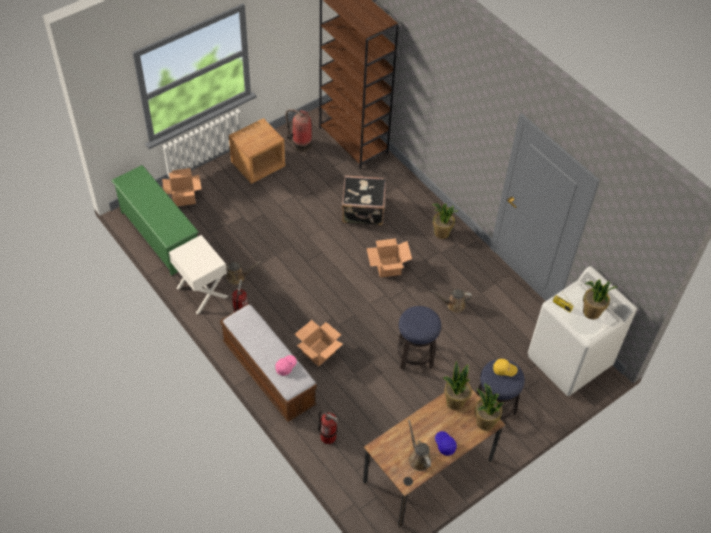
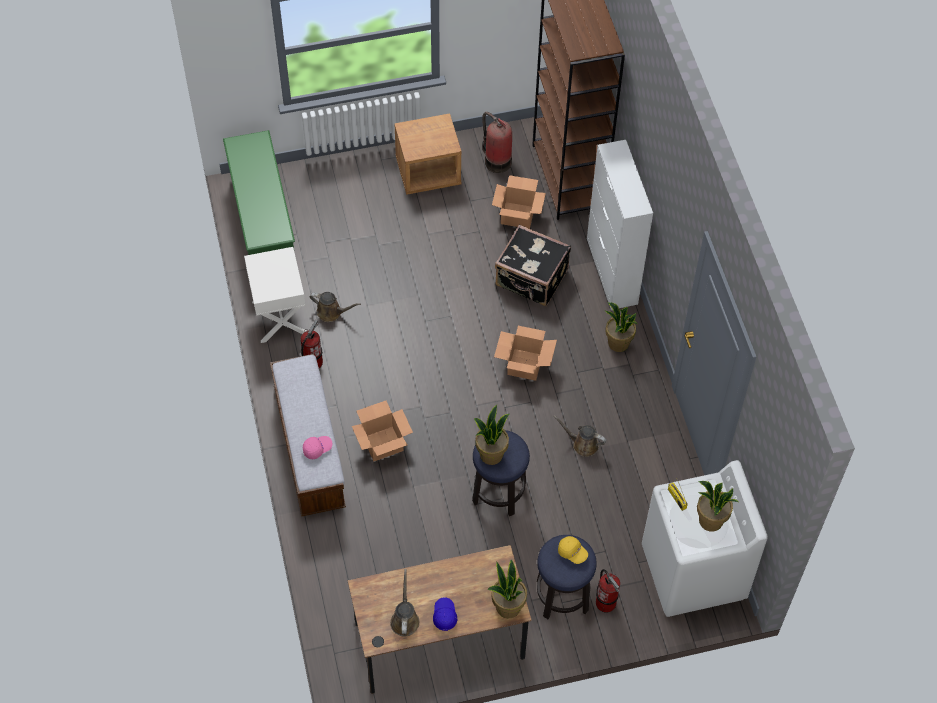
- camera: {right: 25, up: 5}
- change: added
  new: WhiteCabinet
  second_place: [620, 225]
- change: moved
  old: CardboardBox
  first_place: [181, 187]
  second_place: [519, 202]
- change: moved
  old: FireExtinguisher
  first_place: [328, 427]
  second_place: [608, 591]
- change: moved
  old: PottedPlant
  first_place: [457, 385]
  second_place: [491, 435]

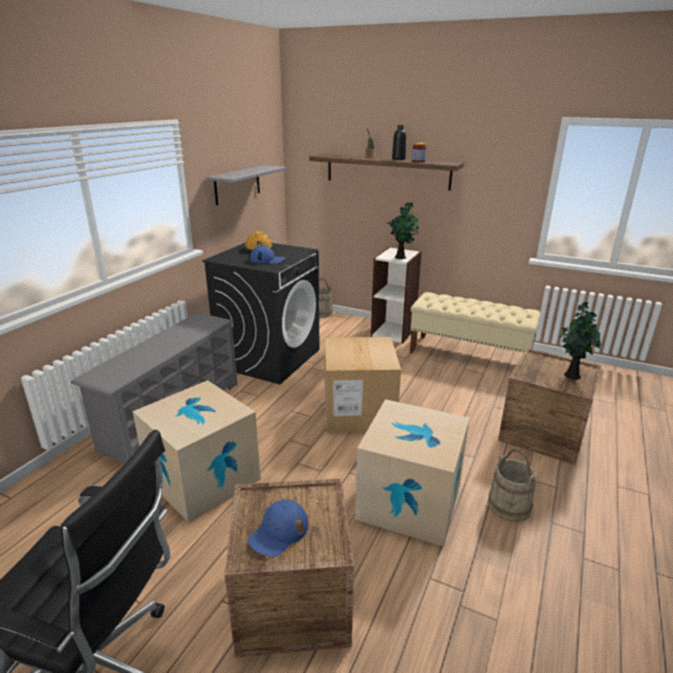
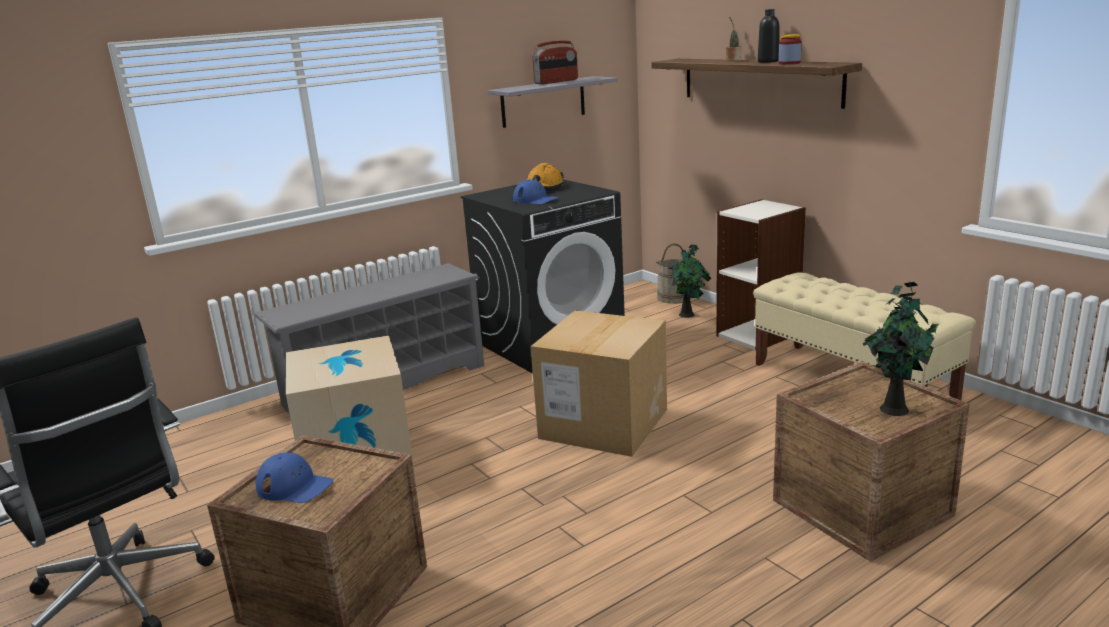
- camera: {right: 30, up: -5}
- change: removed
  old: CardboardBox
  first_place: [412, 472]
- change: removed
  old: BeigeBucket
  first_place: [512, 485]
- change: added
  new: Radio
  second_place: [555, 62]
- change: moved
  old: PottedPlant
  first_place: [403, 231]
  second_place: [689, 281]
- change: turned
  old: BlueCap
  first_place: [278, 528]
  second_place: [294, 478]
  degrees: -135

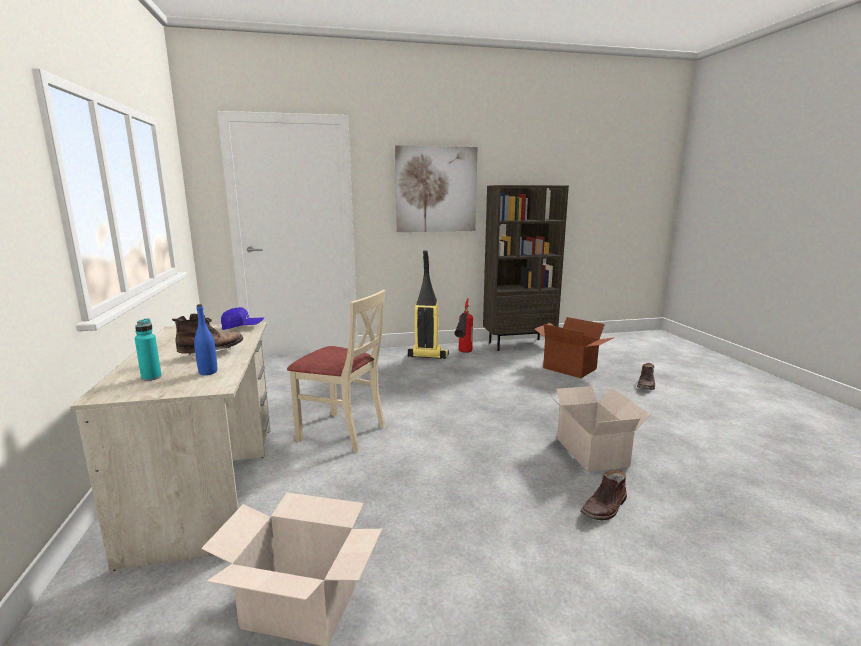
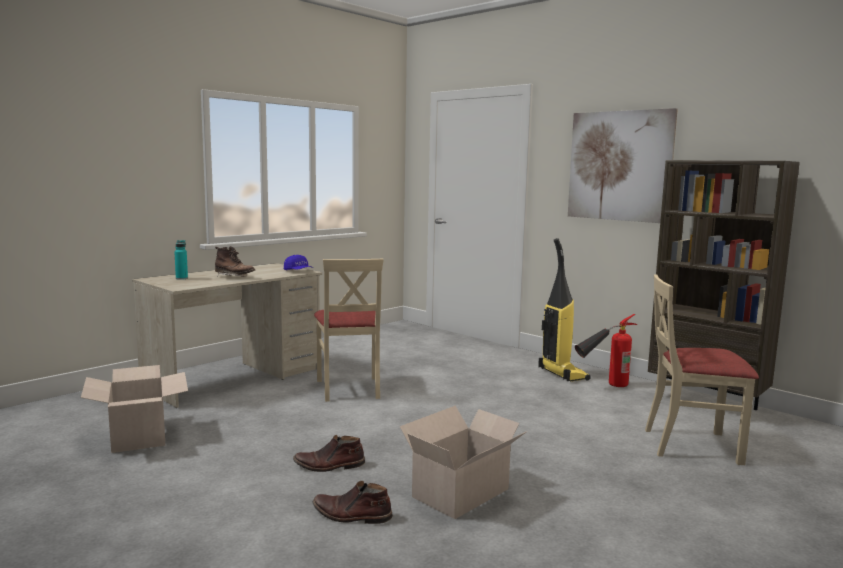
- camera: {right: 55, up: -5}
- change: removed
  old: BlueBottle
  first_place: [205, 339]
- change: moved
  old: BrownBoot
  first_place: [646, 376]
  second_place: [329, 453]
- change: replaced
  old: CardboardBox
  new: BeigeChair
  first_place: [573, 347]
  second_place: [702, 369]

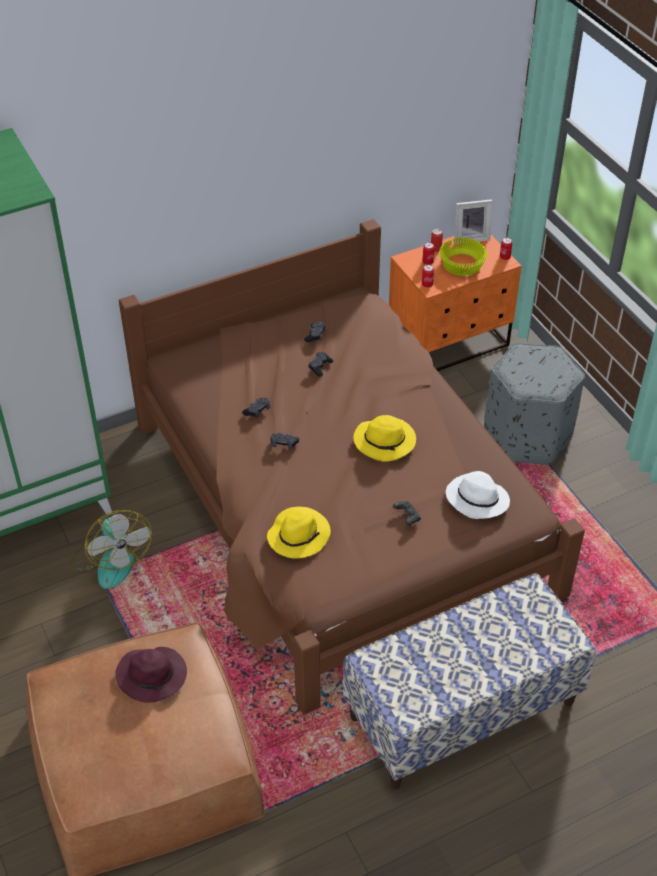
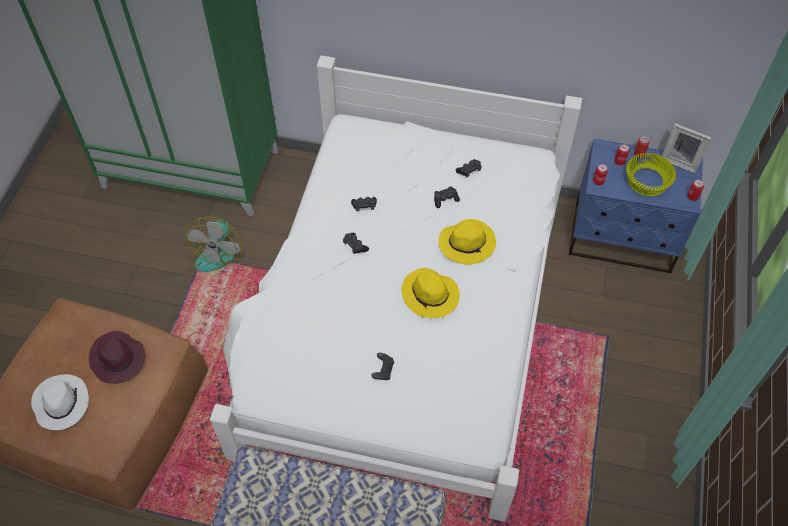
- camera: {right: 40, up: 10}
- change: removed
  old: GreyOttoman
  first_place: [534, 404]
- change: moved
  old: YellowHat
  first_place: [299, 533]
  second_place: [467, 242]
- change: moved
  old: WhiteHat
  first_place: [478, 495]
  second_place: [60, 402]
- change: recoloured
  old: BrownBed
  new: WhiteBed
  first_place: [352, 466]
  second_place: [396, 288]
- change: recoloured
  old: OrangeNightstand
  new: BlueNightstand
  first_place: [455, 302]
  second_place: [636, 206]

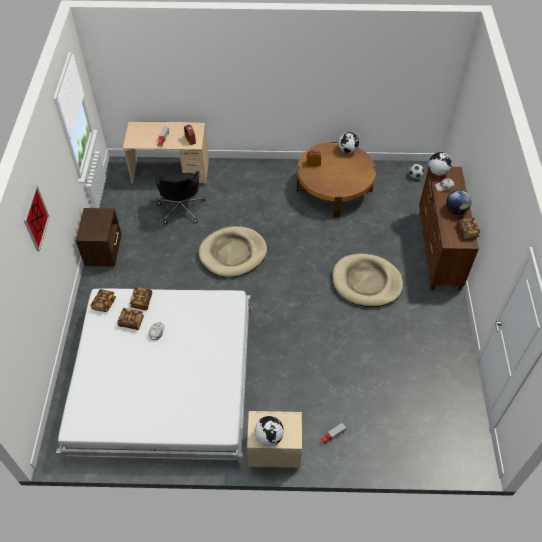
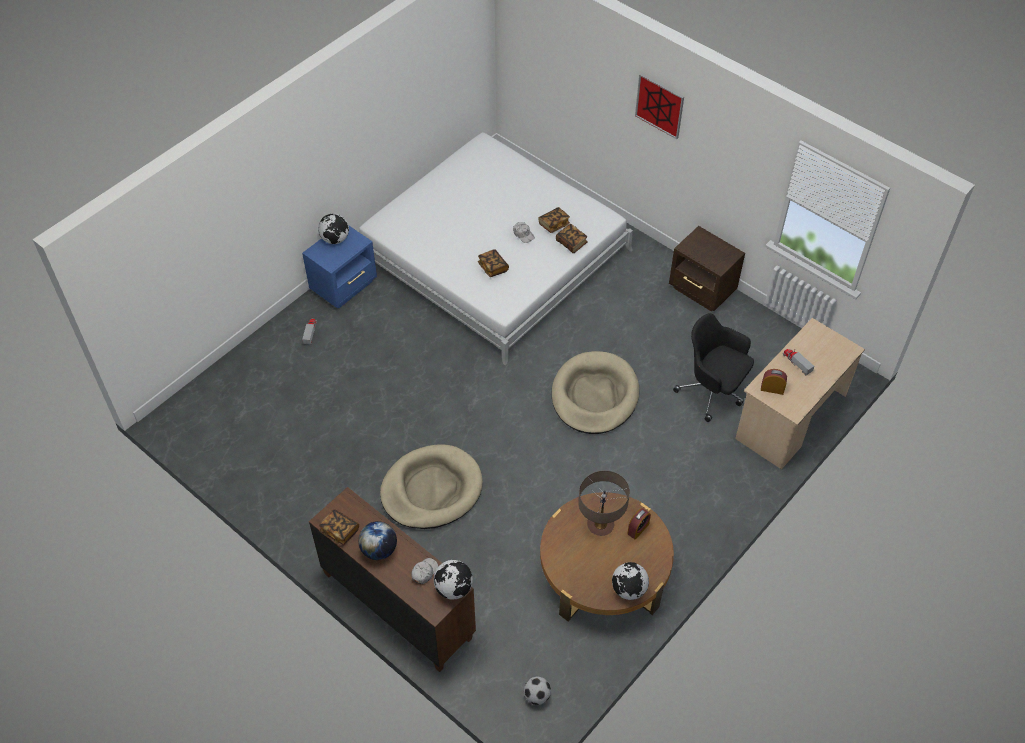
- camera: {right: 130, up: 0}
- change: added
  new: TableLamp
  second_place: [604, 503]
- change: moved
  old: Book
  first_place: [103, 300]
  second_place: [493, 263]
- change: recoloured
  old: BeigeNightstand
  new: BlueNightstand
  first_place: [274, 439]
  second_place: [339, 267]

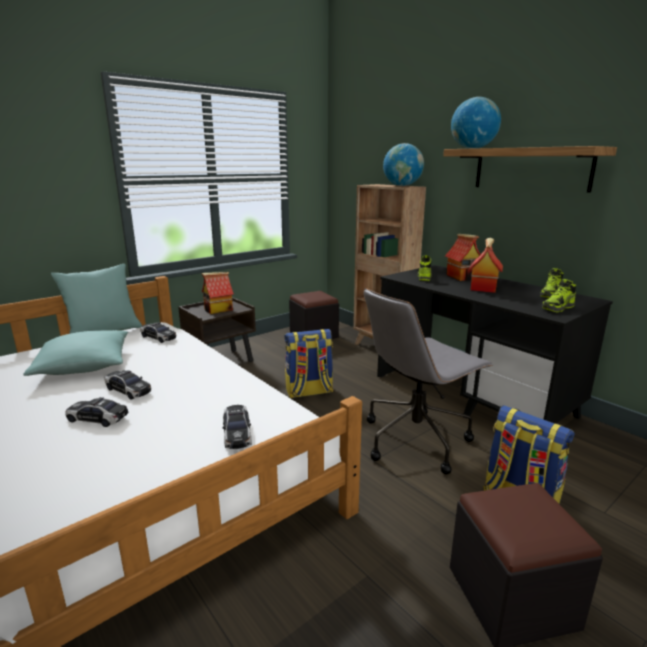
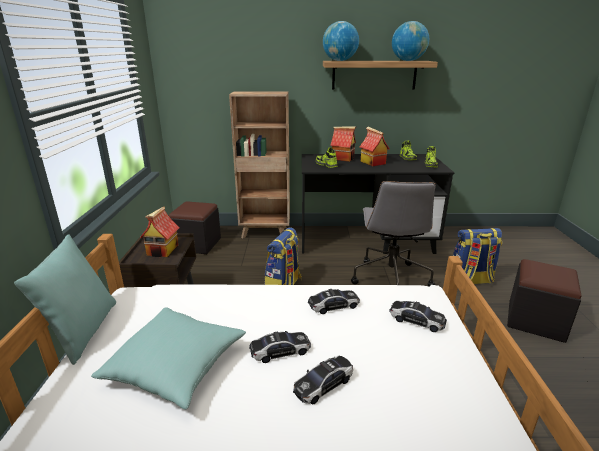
- camera: {right: -50, up: 5}
- change: moved
  old: ToyCar
  first_place: [158, 332]
  second_place: [334, 301]
- change: moved
  old: Globe
  first_place: [403, 164]
  second_place: [410, 41]

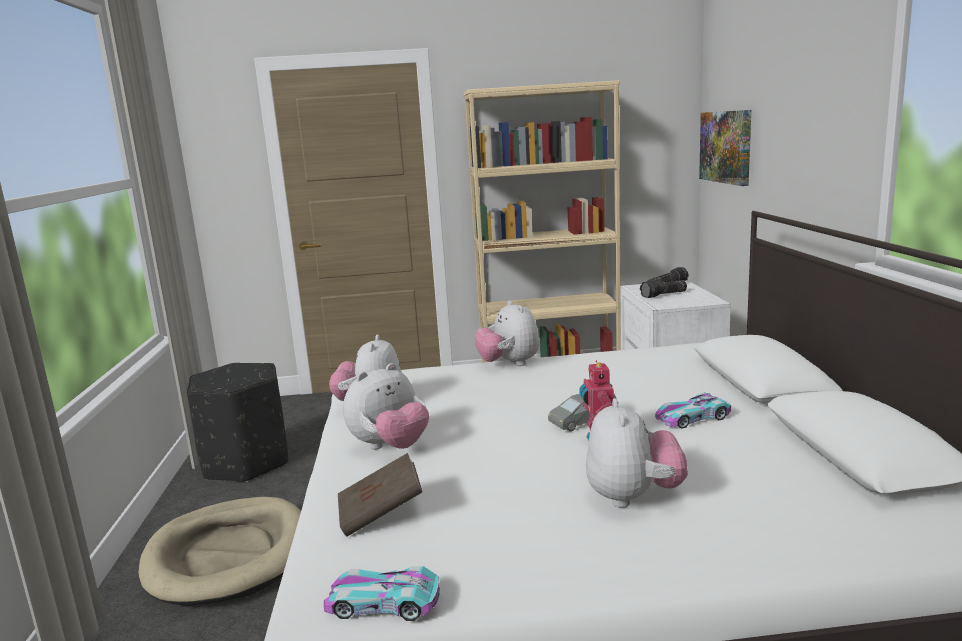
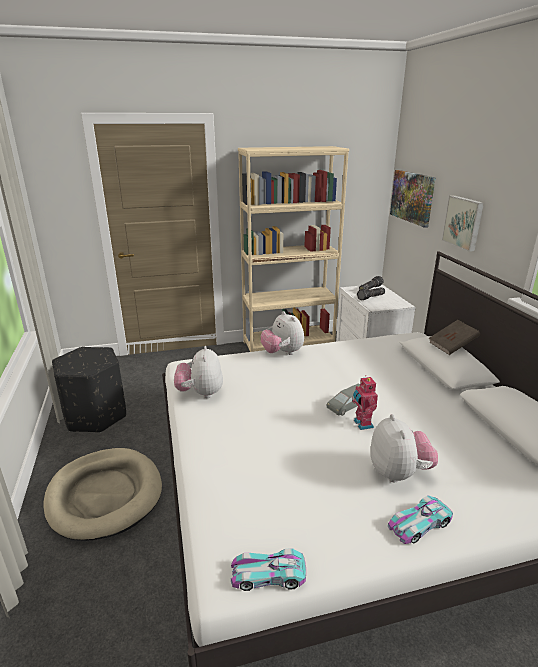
- camera: {right: -10, up: 10}
- change: removed
  old: PlushToy
  first_place: [386, 406]
- change: added
  new: Picture
  second_place: [463, 223]
- change: moved
  old: BrownBook
  first_place: [380, 494]
  second_place: [454, 337]
- change: moved
  old: ToyCar
  first_place: [693, 410]
  second_place: [420, 520]

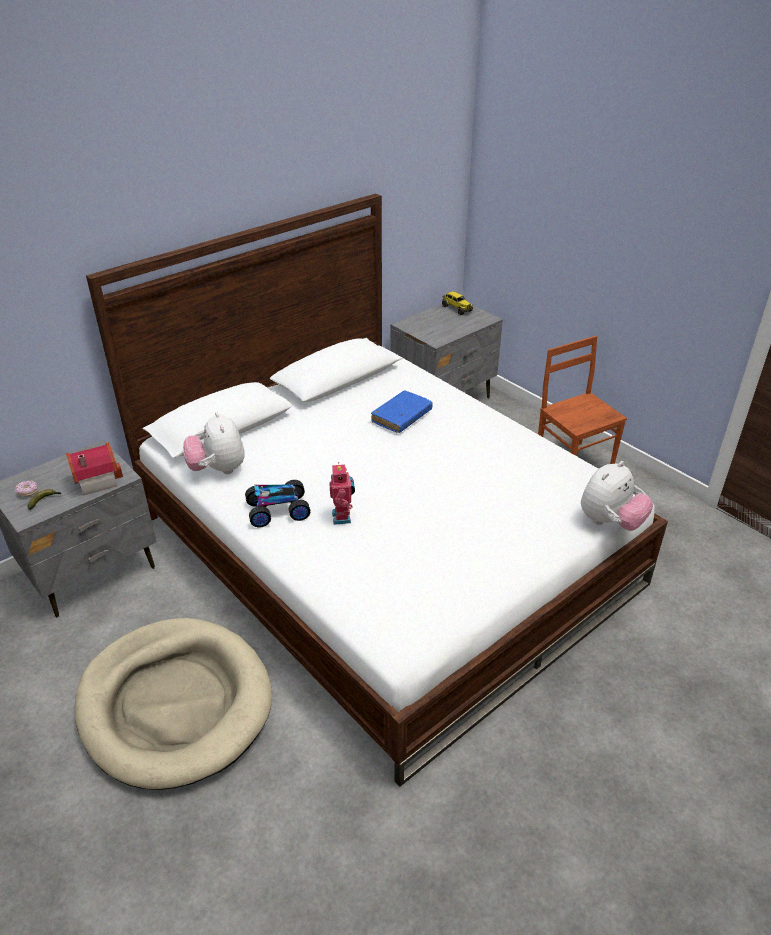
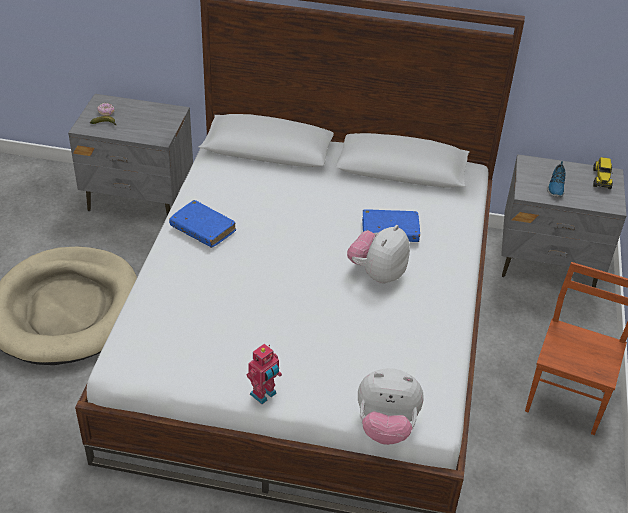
- camera: {right: 50, up: 5}
- change: removed
  old: ToyHouse
  first_place: [94, 468]
- change: added
  new: Shoe
  second_place: [556, 179]
- change: moved
  old: PlushToy
  first_place: [214, 443]
  second_place: [378, 254]
- change: moved
  old: ToyRobot
  first_place: [342, 493]
  second_place: [264, 374]
- change: replaced
  old: ToyCar
  new: BlueBook
  first_place: [278, 503]
  second_place: [202, 224]

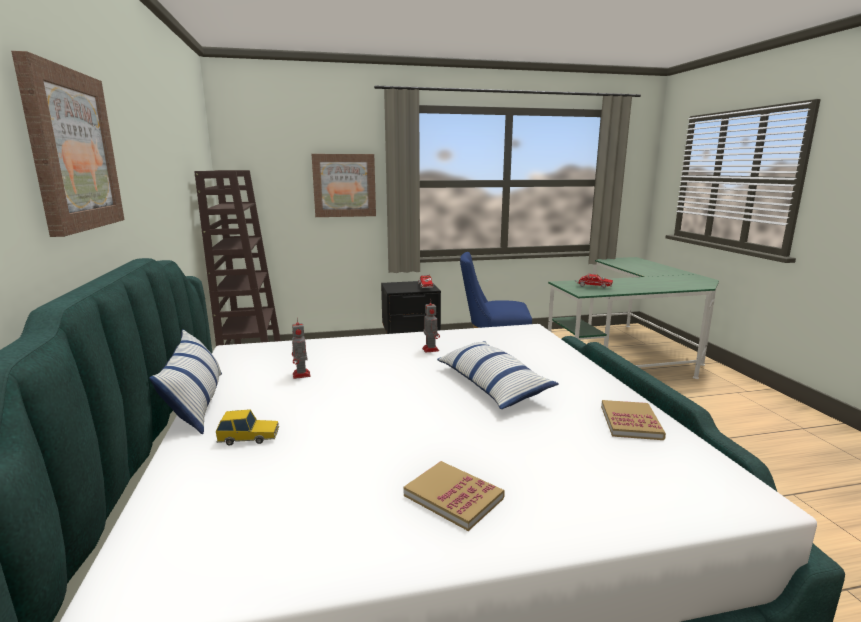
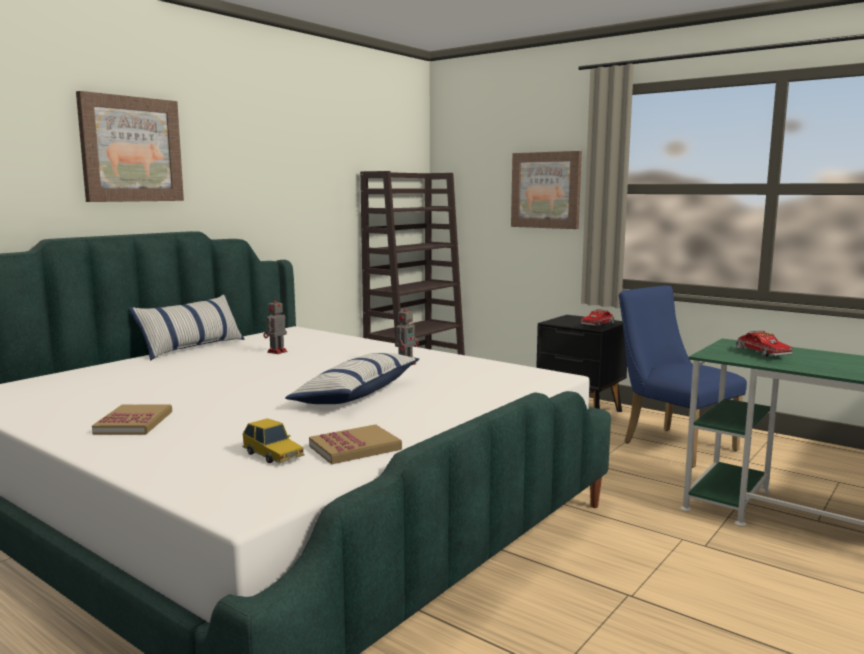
- camera: {right: 50, up: -5}
- change: moved
  old: ToyCar
  first_place: [247, 427]
  second_place: [273, 441]

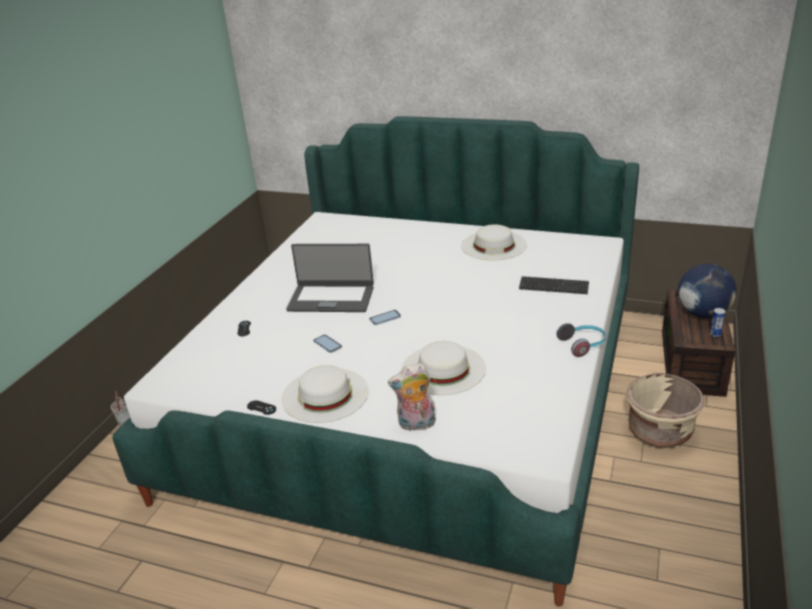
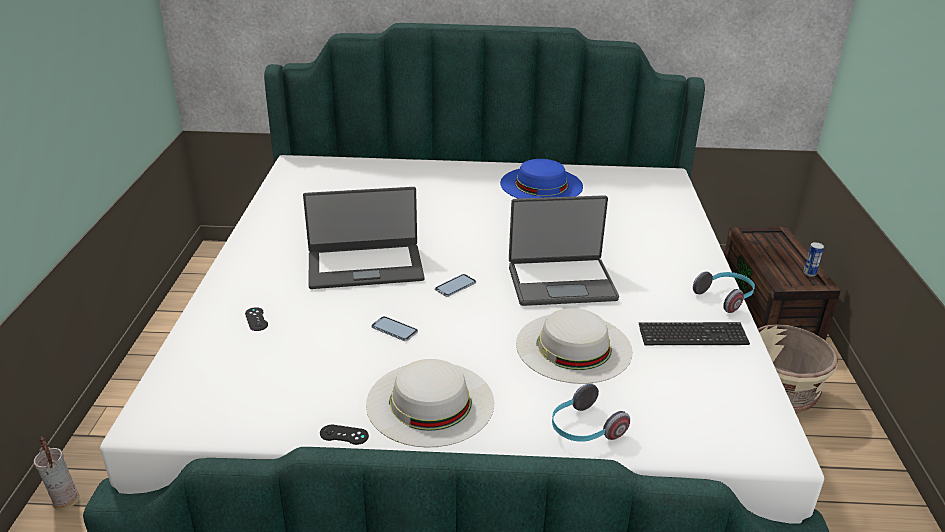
- camera: {right: -20, up: 0}
- change: removed
  old: Globe
  first_place: [707, 291]
- change: added
  new: Laptop
  second_place: [564, 250]
- change: moved
  old: Keyboard
  first_place: [554, 285]
  second_place: [694, 333]
- change: replaced
  old: PlushToy
  new: Headphones
  first_place: [412, 397]
  second_place: [591, 412]
- change: recoloured
  old: WhiteHat
  new: BlueHat
  first_place: [494, 242]
  second_place: [541, 179]

